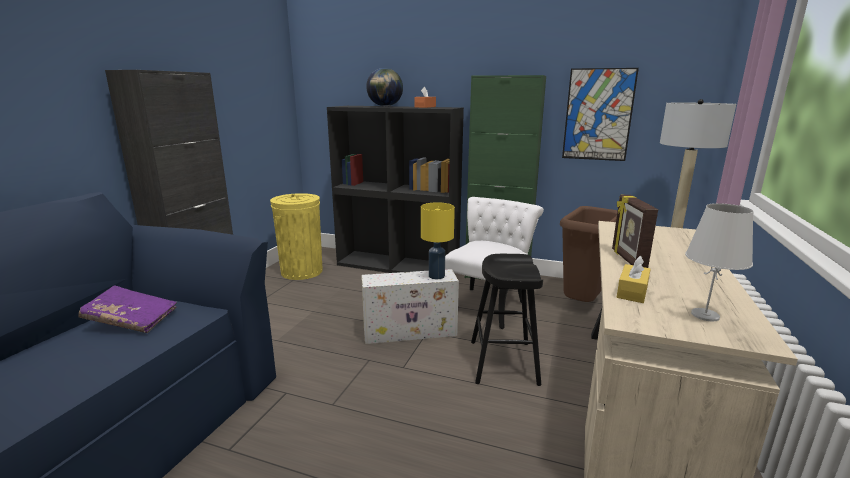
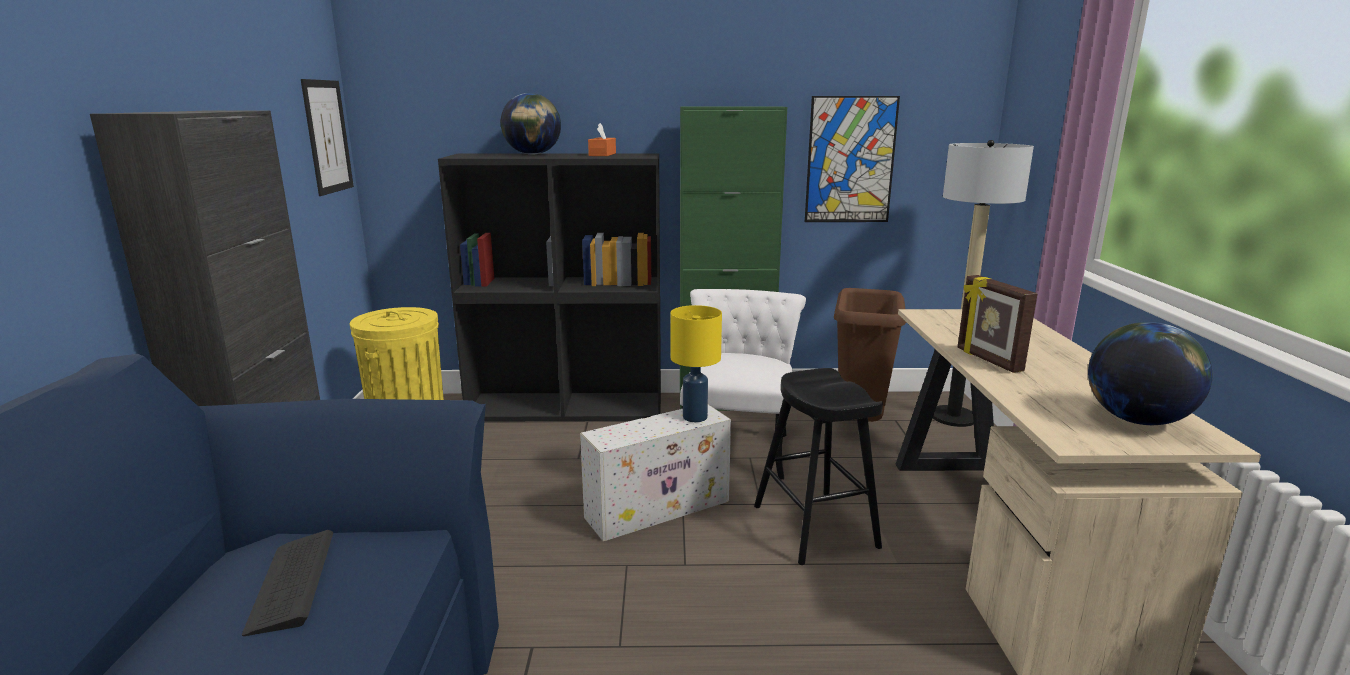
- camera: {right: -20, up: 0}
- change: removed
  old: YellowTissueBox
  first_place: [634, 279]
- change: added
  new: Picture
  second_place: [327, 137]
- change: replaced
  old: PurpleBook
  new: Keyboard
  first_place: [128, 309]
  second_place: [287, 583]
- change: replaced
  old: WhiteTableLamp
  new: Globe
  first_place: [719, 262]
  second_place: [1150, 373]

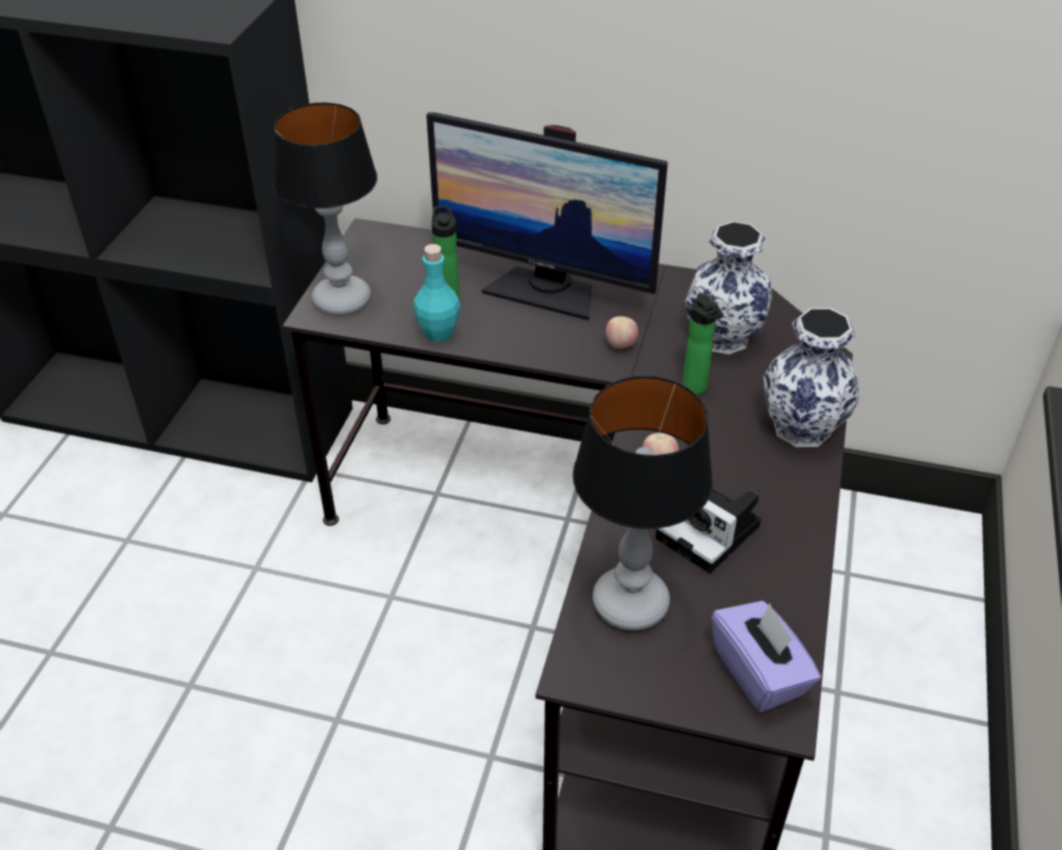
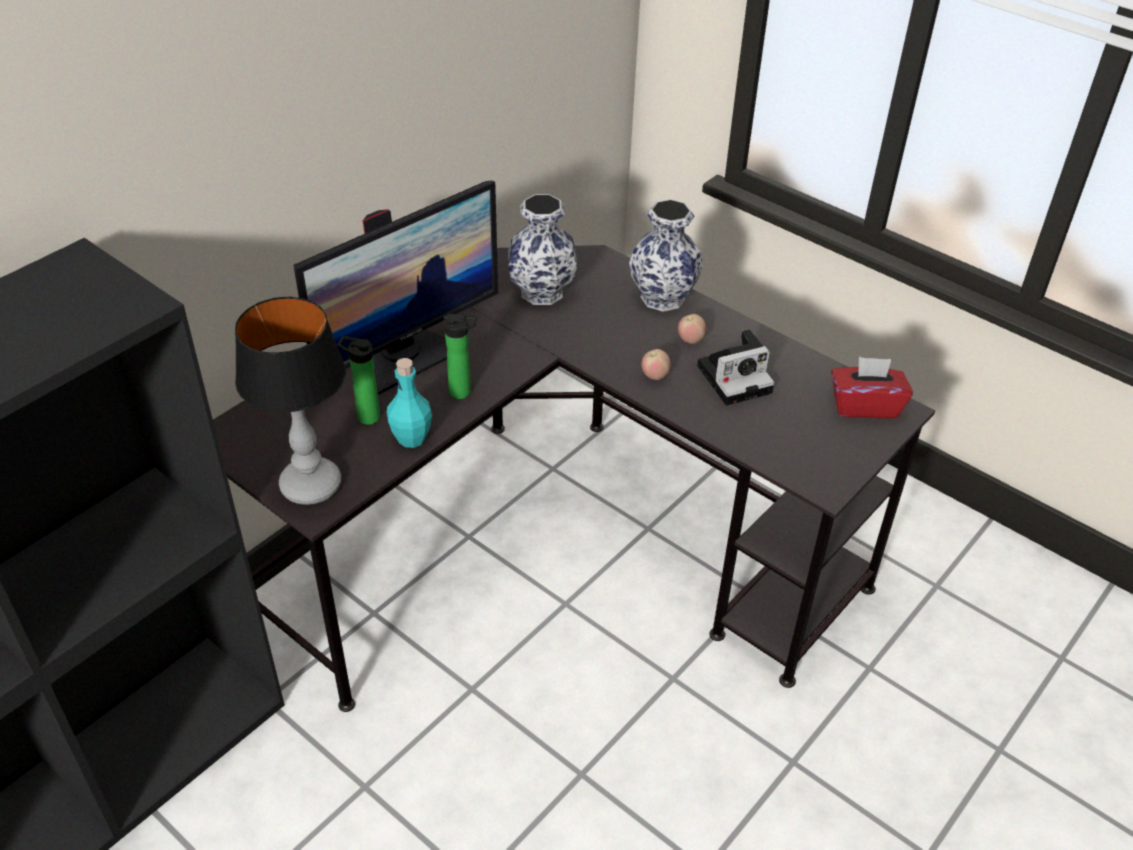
- camera: {right: -65, up: 0}
- change: removed
  old: TableLamp
  first_place: [643, 503]
- change: moved
  old: Apple
  first_place: [622, 332]
  second_place: [692, 329]
- change: moved
  old: Bottle
  first_place: [702, 343]
  second_place: [460, 356]
- change: recoloured
  old: PurpleTissueBox
  new: RedTissueBox
  first_place: [766, 657]
  second_place: [872, 388]

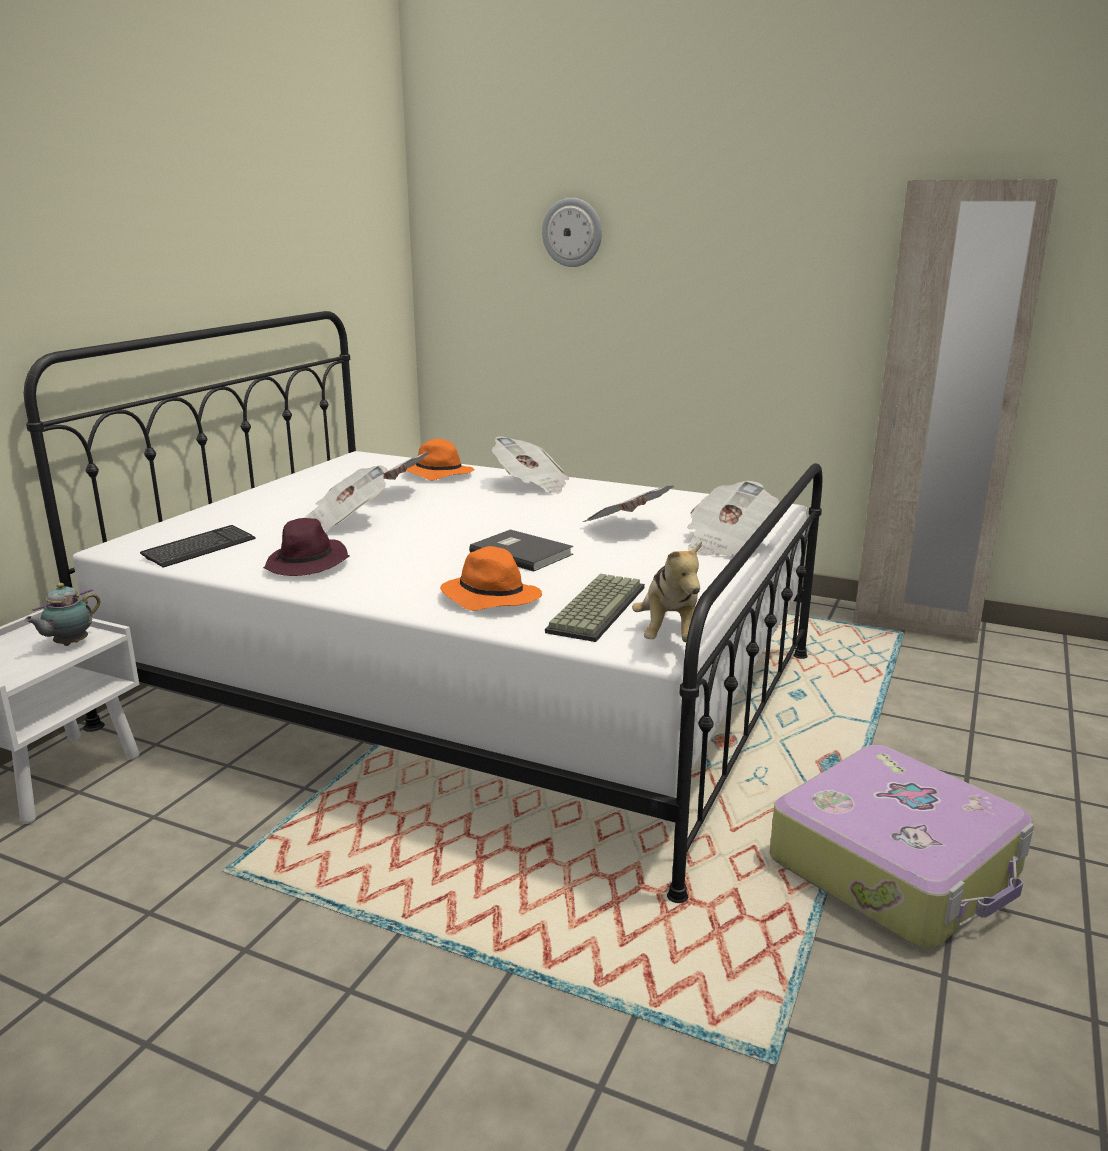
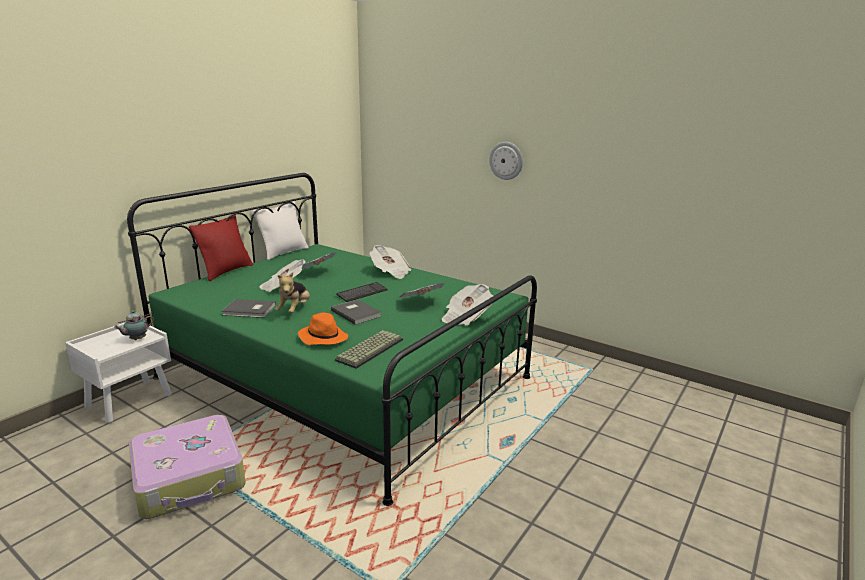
- camera: {right: 10, up: 0}
- change: removed
  old: OrangeHat
  first_place: [440, 459]
- change: removed
  old: BeigeWardrobe
  first_place: [956, 411]
- change: added
  new: RedPillow
  second_place: [221, 248]
- change: added
  new: WhitePillow
  second_place: [281, 230]
- change: moved
  old: Keyboard
  first_place: [198, 546]
  second_place: [362, 292]
- change: moved
  old: WallClock
  first_place: [572, 232]
  second_place: [506, 161]
- change: moved
  old: PlushToy
  first_place: [667, 591]
  second_place: [292, 292]
- change: moved
  old: Suitcase
  first_place: [902, 847]
  second_place: [187, 467]
- change: replaced
  old: PurpleHat
  new: GreyBook
  first_place: [306, 547]
  second_place: [249, 308]
- change: recoloured
  old: WhiteBed
  new: GreenBed
  first_place: [423, 607]
  second_place: [332, 339]

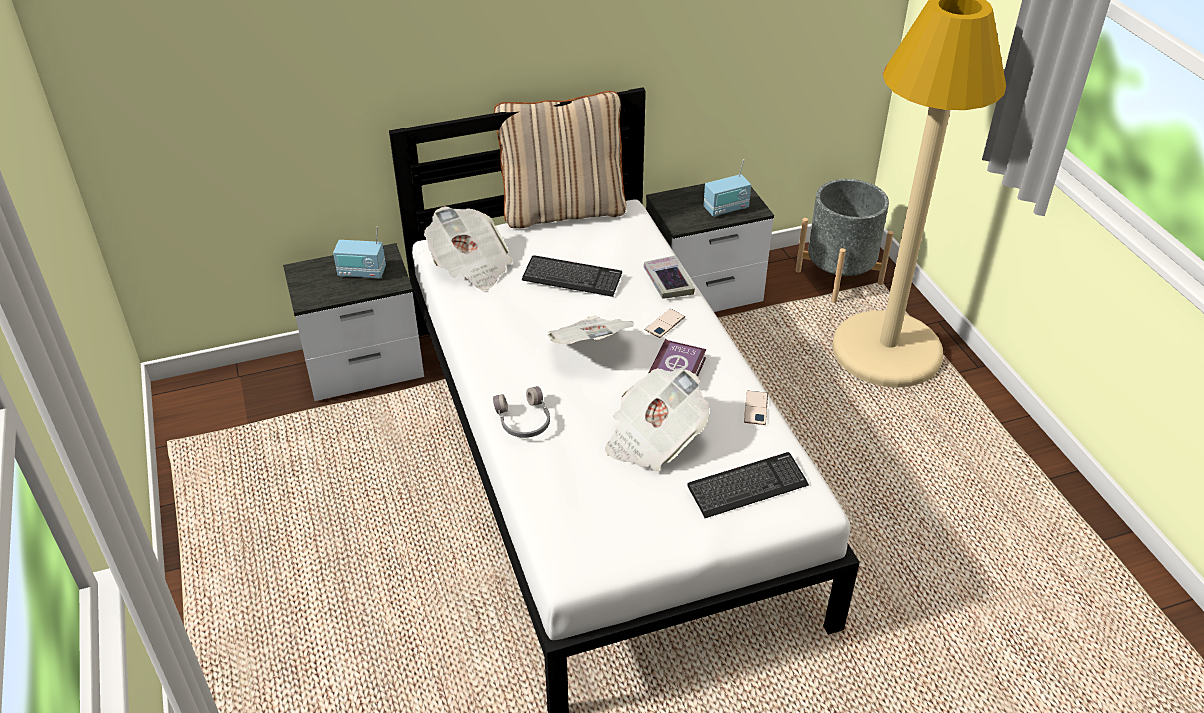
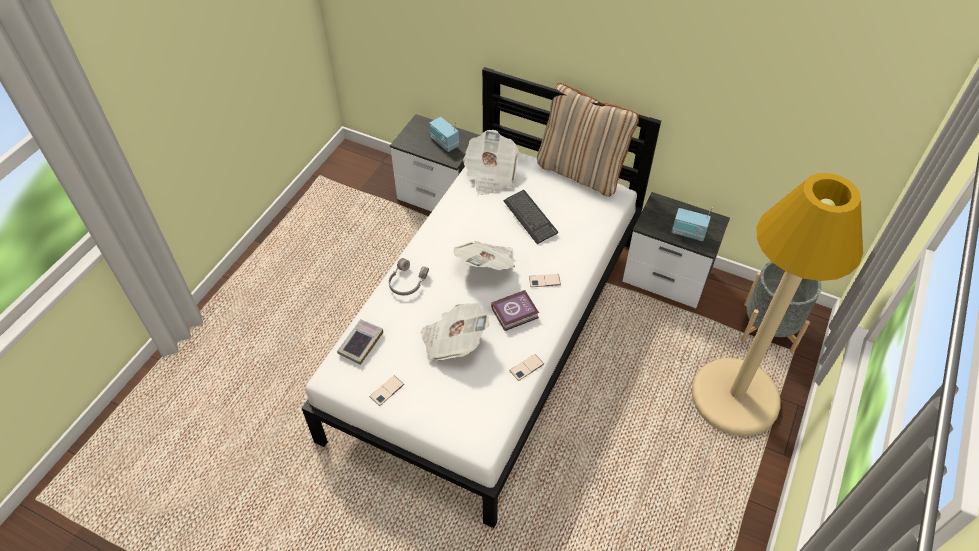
- camera: {right: 45, up: 10}
- change: removed
  old: Keyboard
  first_place: [748, 485]
- change: added
  new: Phone
  second_place: [386, 390]
- change: moved
  old: Book
  first_place: [669, 277]
  second_place: [360, 342]

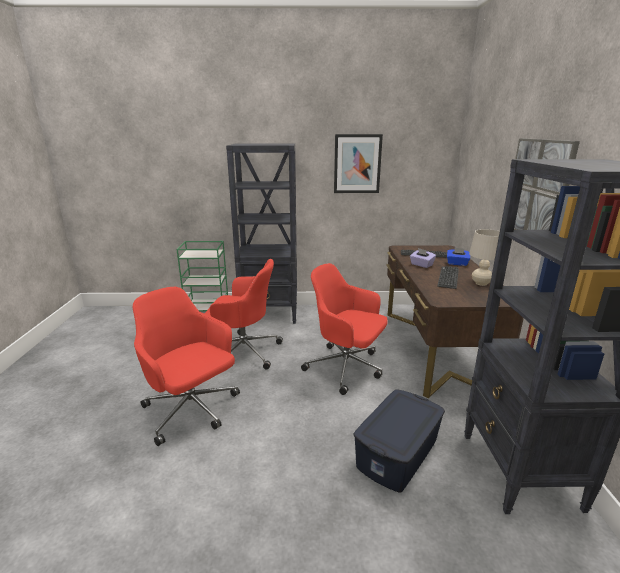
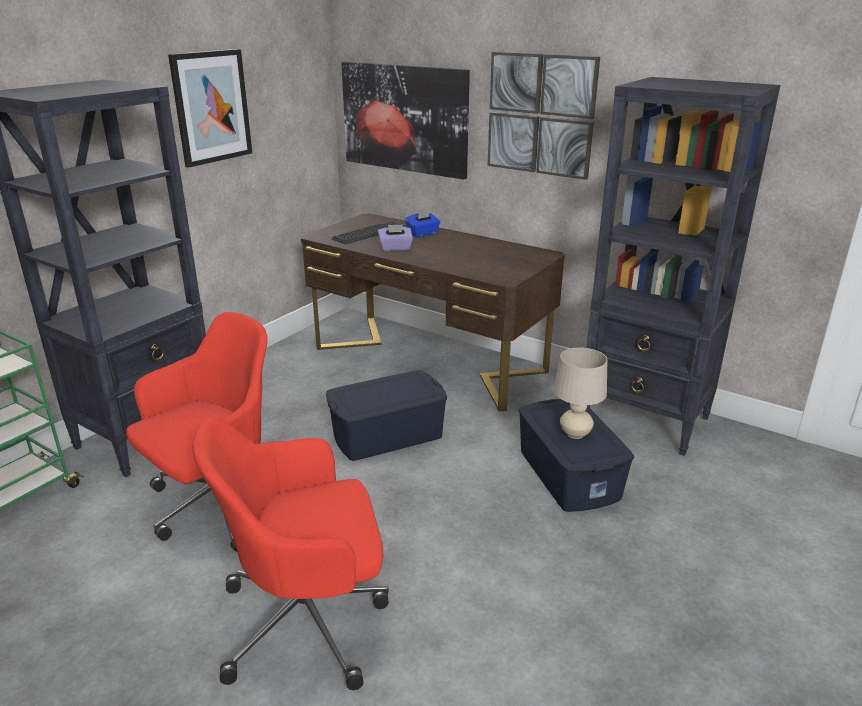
- camera: {right: -55, up: 5}
- change: removed
  old: Keyboard
  first_place: [448, 277]
- change: added
  new: Picture
  second_place: [405, 121]
- change: moved
  old: BeigeTableLamp
  first_place: [484, 257]
  second_place: [580, 393]
- change: replaced
  old: RedOfficeChair
  new: BlueStorageBox
  first_place: [344, 329]
  second_place: [386, 415]

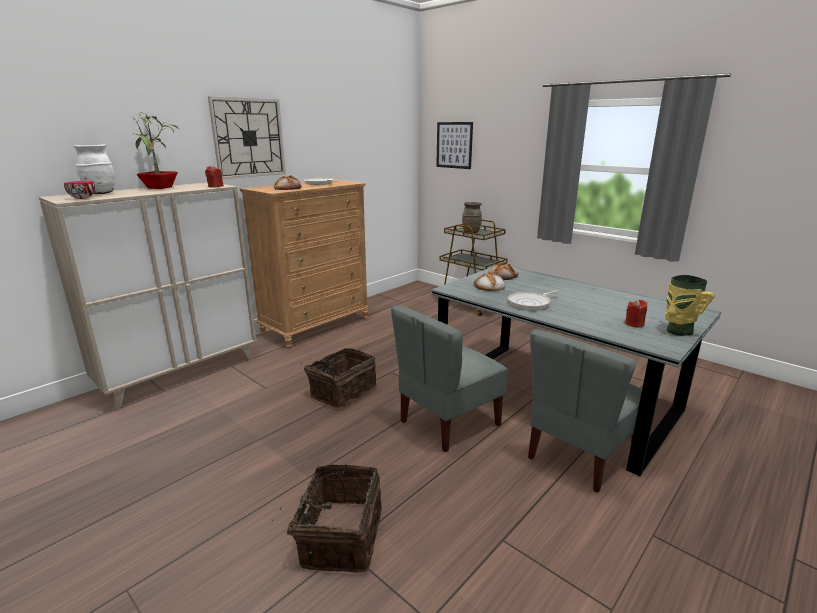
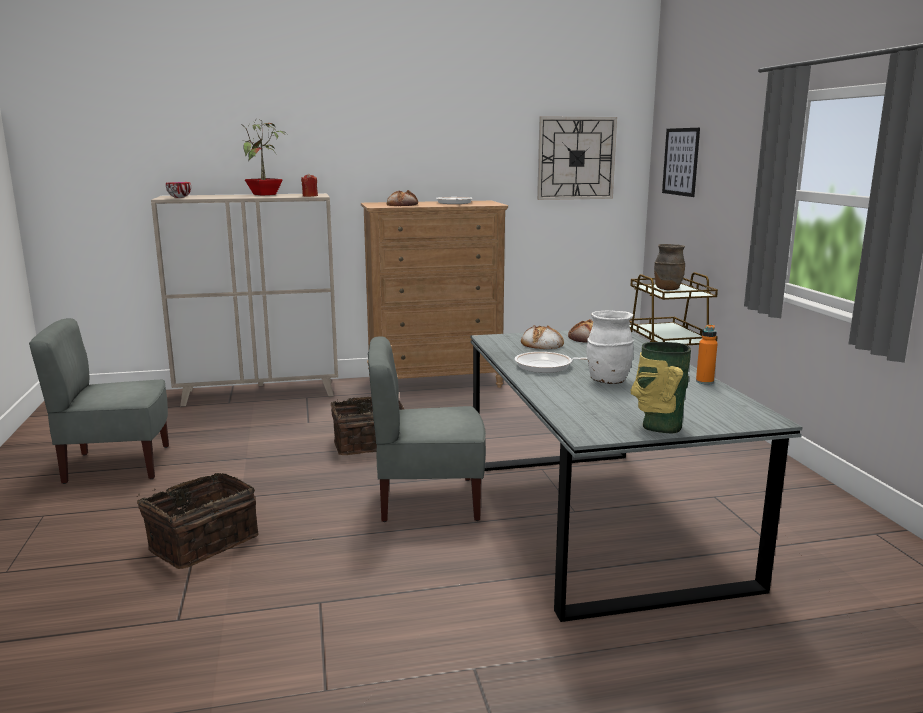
- camera: {right: 35, up: -5}
- change: removed
  old: RedCandle
  first_place: [636, 313]
- change: added
  new: OrangeBottle
  second_place: [707, 354]
- change: moved
  old: WhiteVase
  first_place: [94, 169]
  second_place: [610, 347]
- change: moved
  old: WallClock
  first_place: [247, 137]
  second_place: [577, 158]
- change: moved
  old: GreyChair
  first_place: [585, 411]
  second_place: [99, 401]

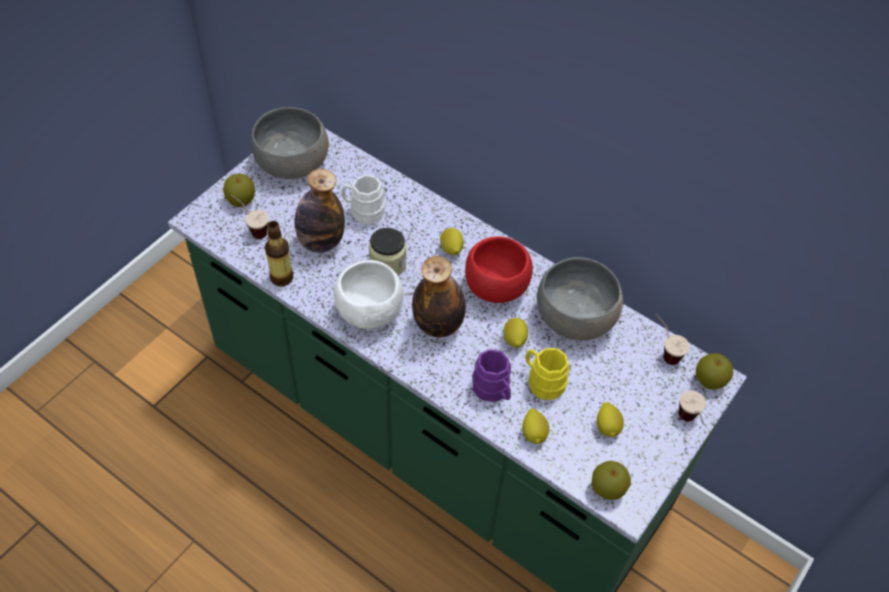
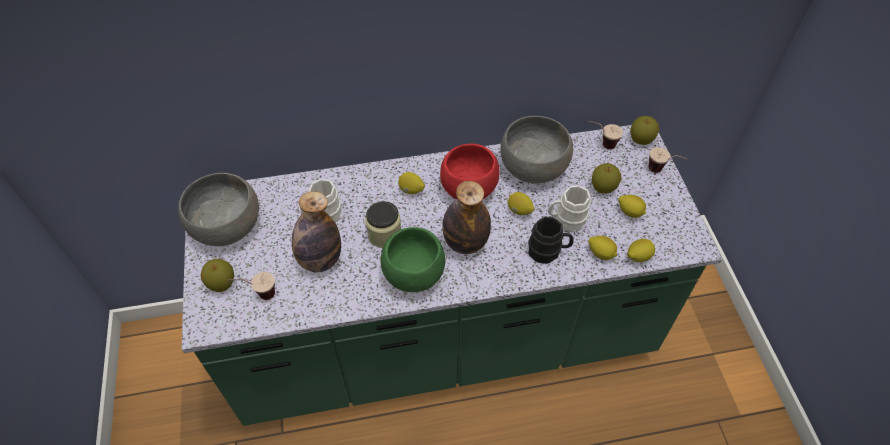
- camera: {right: -45, up: 0}
- change: removed
  old: Bottle
  first_place: [279, 254]
- change: added
  new: Lemon
  second_place: [641, 250]
- change: moved
  old: Apple
  first_place: [611, 480]
  second_place: [606, 178]
- change: recoloured
  old: WhiteBowl
  new: GreenBowl
  first_place: [368, 294]
  second_place: [413, 259]
- change: recoloured
  old: PurpleMug
  new: BlackMug
  first_place: [491, 375]
  second_place: [551, 240]
- change: recoloured
  old: YellowMug
  new: WhiteMug
  first_place: [547, 374]
  second_place: [569, 208]

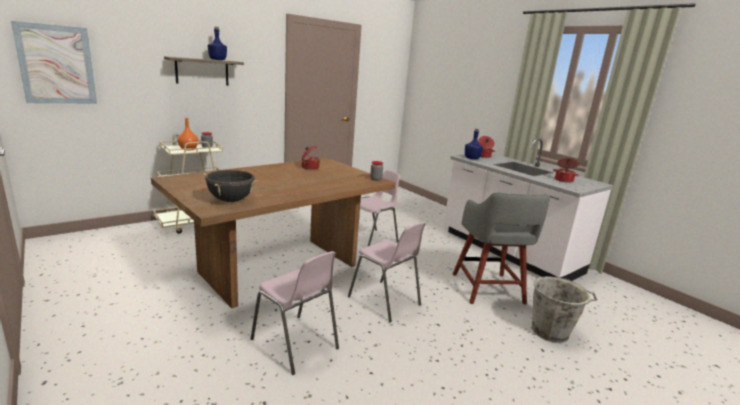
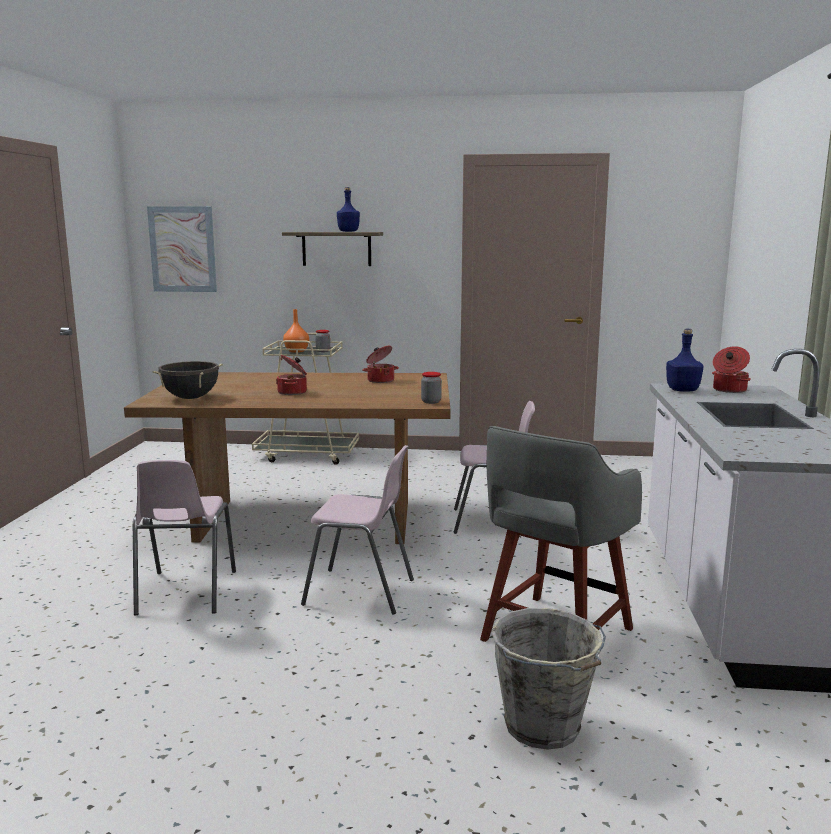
- camera: {right: 45, up: -5}
- change: moved
  old: CookingPot
  first_place: [566, 170]
  second_place: [291, 375]
- change: turned
  old: PinkChair
  first_place: [387, 272]
  second_place: [357, 530]
  degrees: -75

